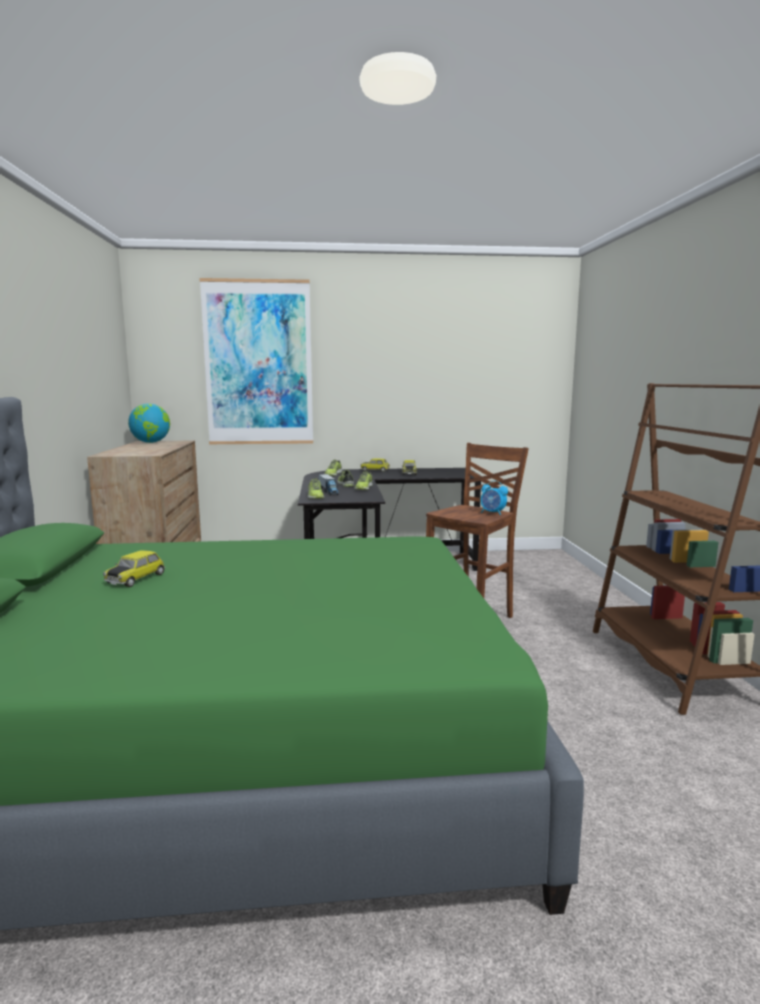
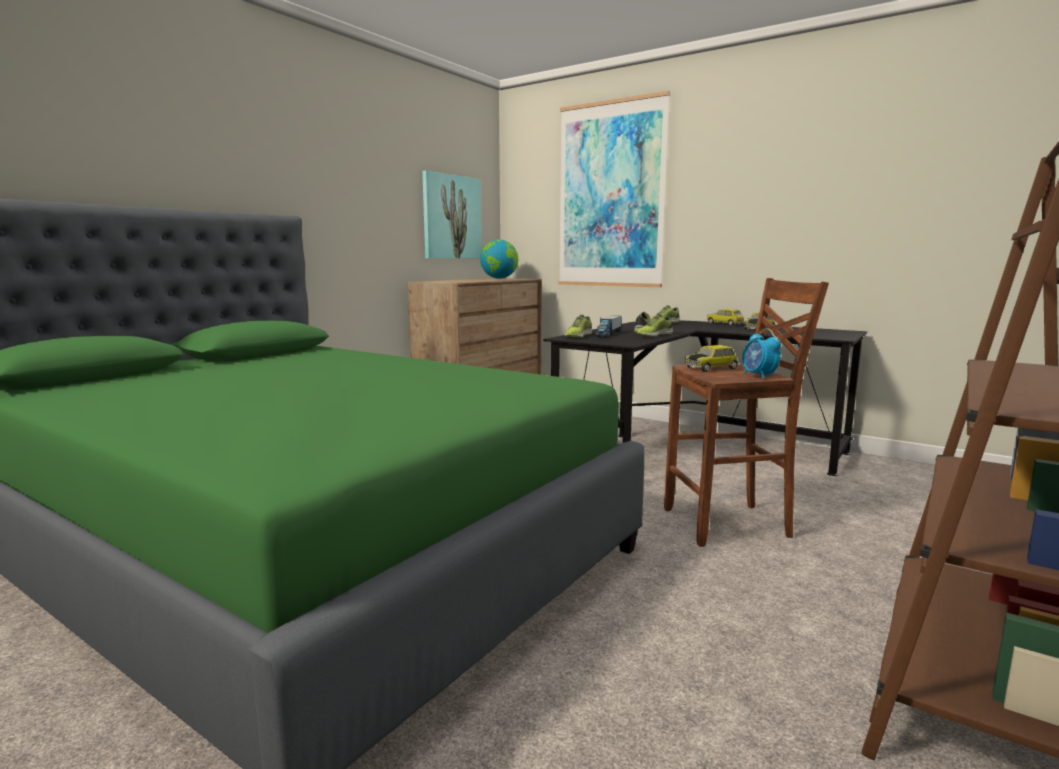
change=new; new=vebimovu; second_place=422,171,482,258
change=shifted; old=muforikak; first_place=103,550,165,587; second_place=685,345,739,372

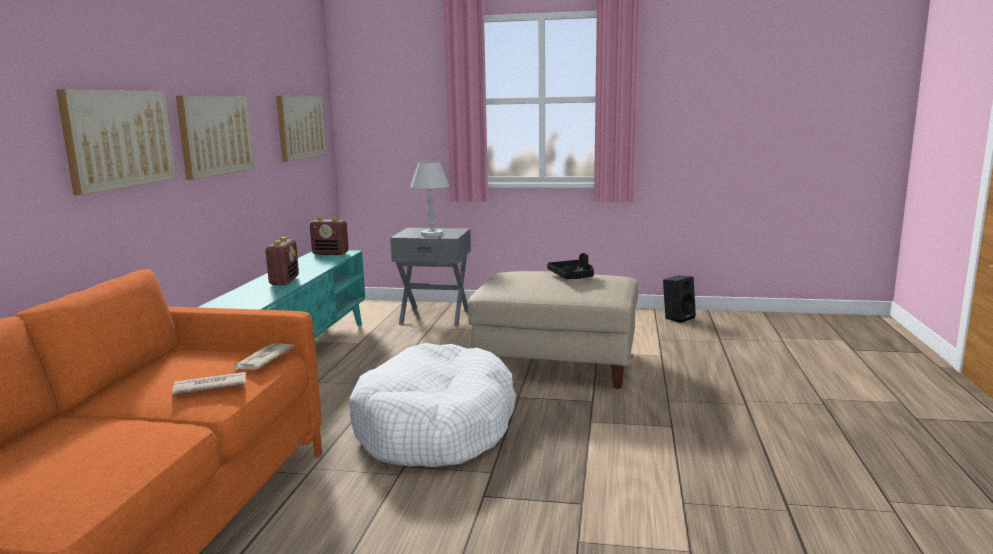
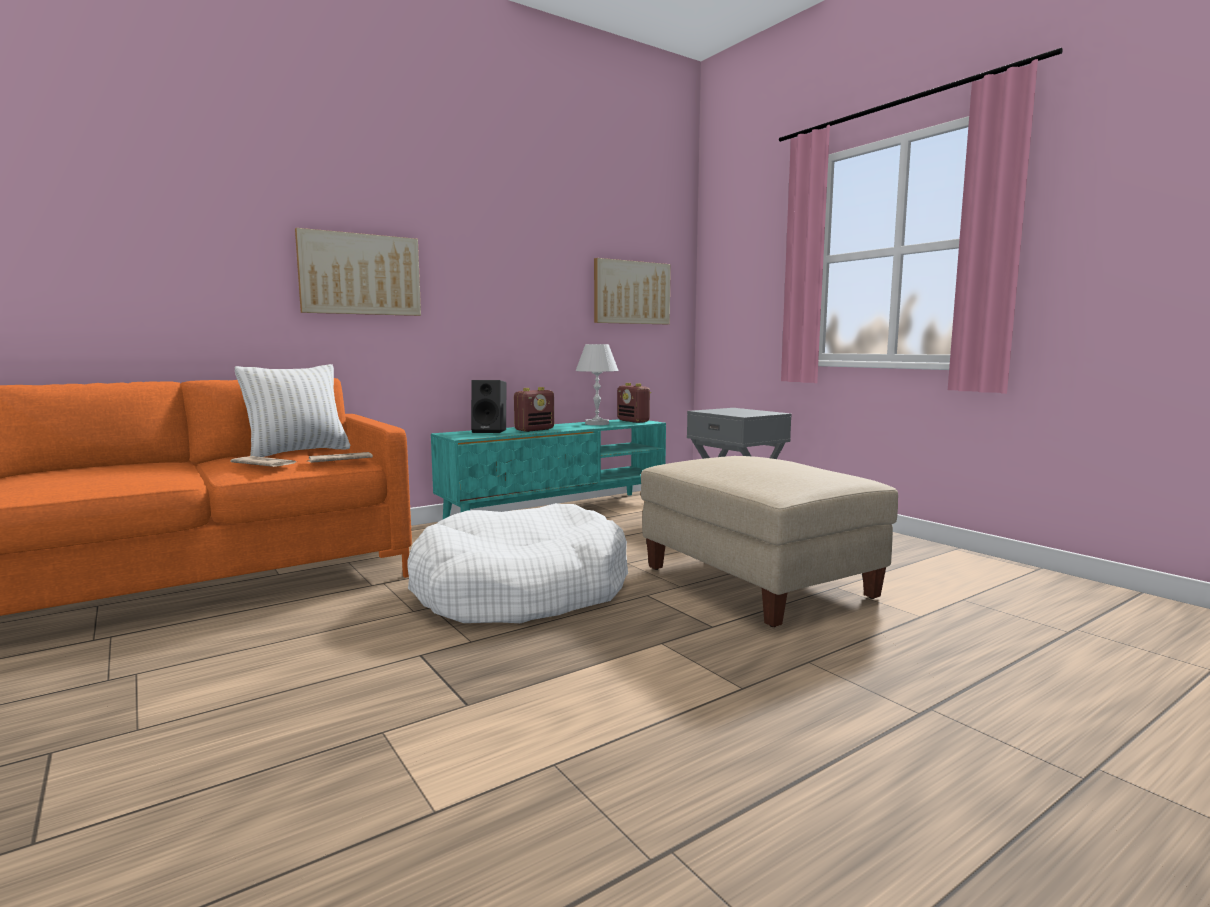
change=new; new=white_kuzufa; second_place=235,364,350,457
change=shifted; old=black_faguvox; first_place=663,276,696,323; second_place=471,380,507,433
change=shifted; old=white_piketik; first_place=410,161,450,237; second_place=576,344,619,425
change=gone; old=vebimovu; first_place=176,96,255,180
change=gone; old=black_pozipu; first_place=547,253,594,279

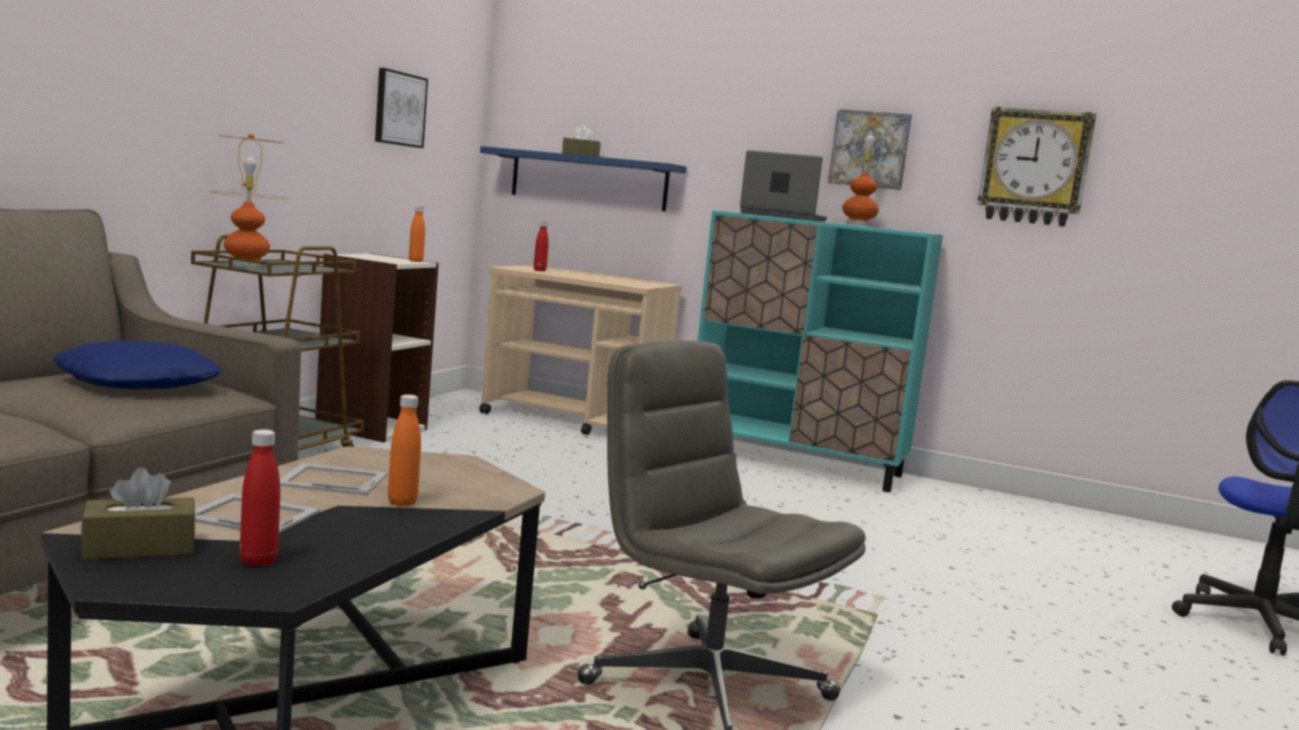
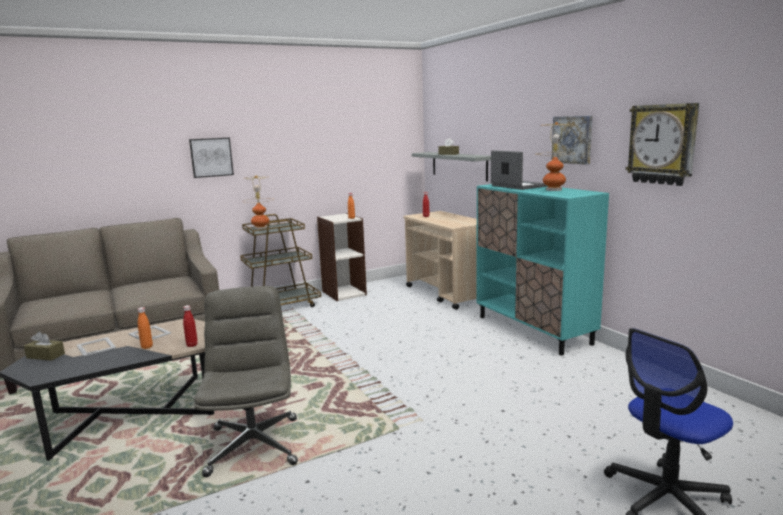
change=shifted; old=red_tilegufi; first_place=240,429,280,567; second_place=183,305,198,347
change=shifted; old=vebimovu; first_place=375,68,428,148; second_place=189,138,234,178
change=repainted; old=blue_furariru; new=grey_furariru; first_place=480,146,687,212; second_place=412,152,491,181
change=gone; old=blue_kuzufa; first_place=53,340,222,389

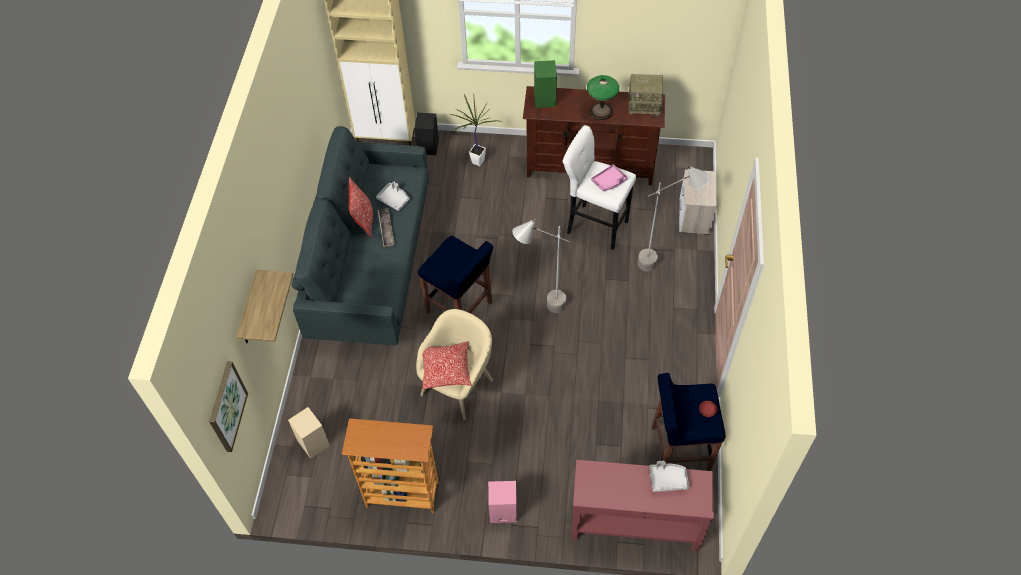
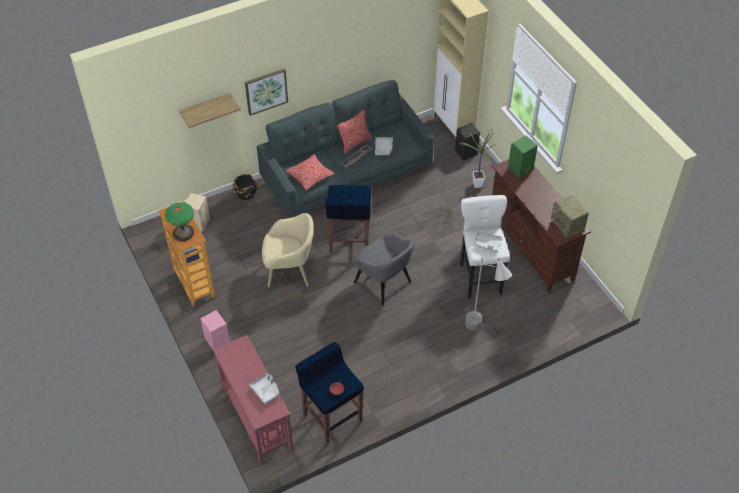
change=shifted; old=piketik; first_place=587,75,619,120; second_place=165,202,194,241
change=new; new=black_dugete; second_place=233,174,257,201
change=shifted; old=vebimovu; first_place=209,361,248,452; second_place=245,69,288,116
change=shifted; old=kuzufa; first_place=422,341,472,389; second_place=286,154,335,190
change=swapped; old=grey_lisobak; new=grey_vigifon; first_place=512,219,569,313; second_place=354,233,415,305
change=repainted; old=pink_pozipu; new=grey_pozipu; first_place=591,164,628,191; second_place=474,231,502,252
change=gone; old=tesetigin; first_place=679,169,717,235

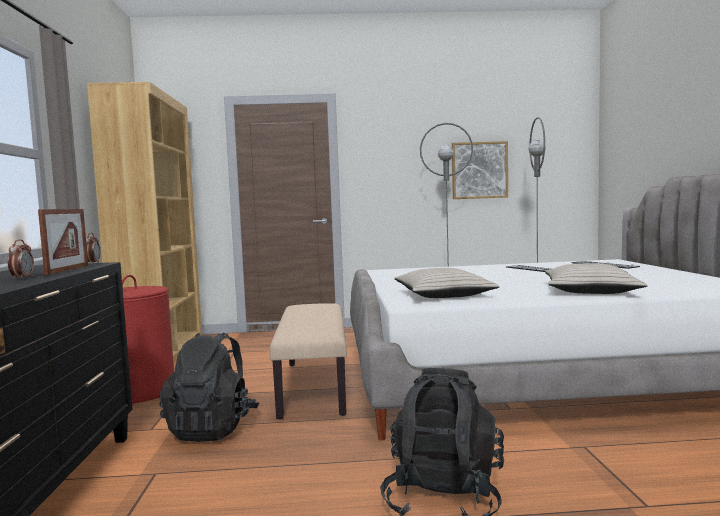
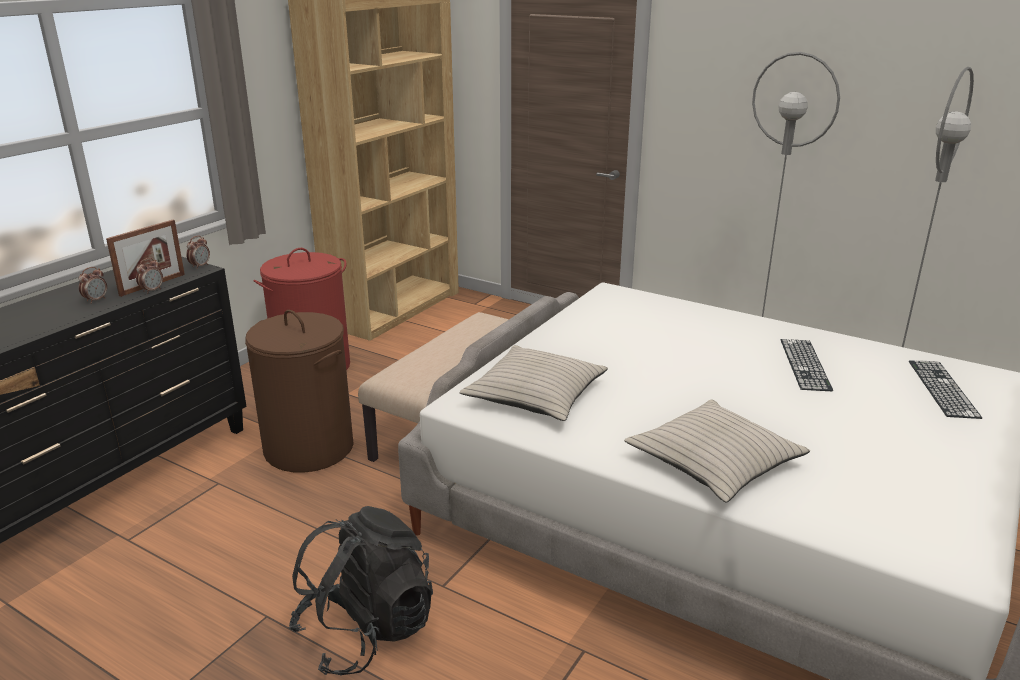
change=new; new=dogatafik; second_place=136,258,163,294
change=swapped; old=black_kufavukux; new=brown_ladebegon; first_place=159,333,259,442; second_place=245,310,354,473
change=gone; old=vebimovu; first_place=452,141,508,199

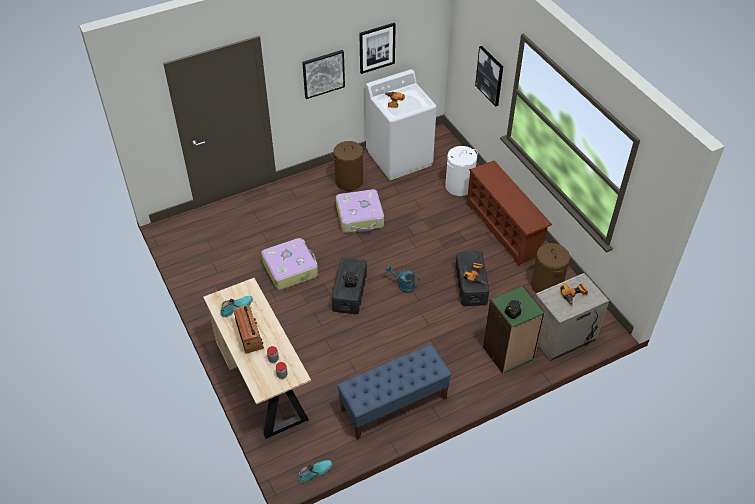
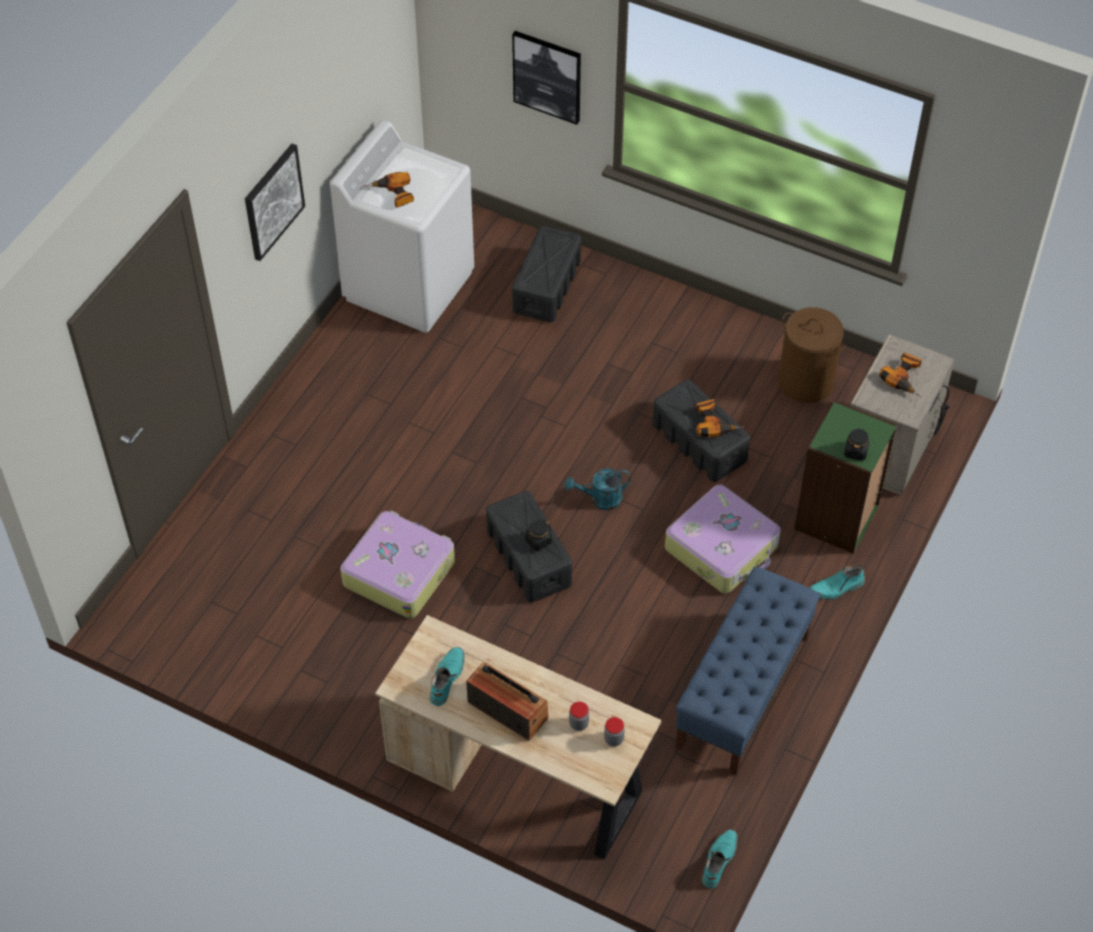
change=swapped; old=white_ladebegon; new=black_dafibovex; first_place=445,146,478,196; second_place=512,226,581,322
change=shifted; old=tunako; first_place=336,189,384,233; second_place=665,484,781,593
change=new; new=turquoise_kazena; second_place=809,564,865,599
change=gone; old=brown_ladebegon; first_place=331,141,366,191
change=gone; old=vebimovu; first_place=359,23,396,74
change=gone; old=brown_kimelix; first_place=467,161,552,266

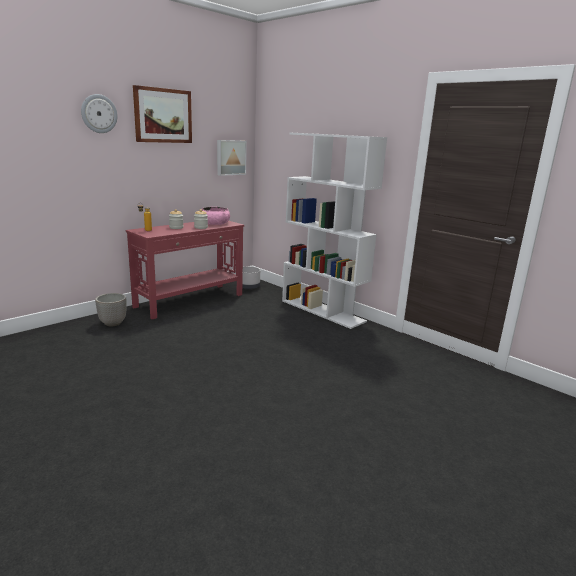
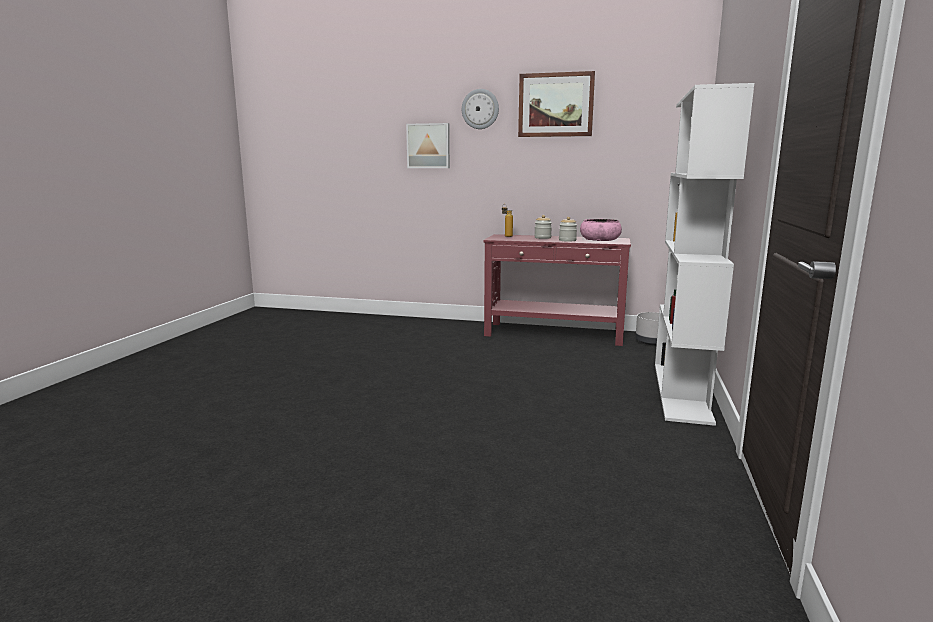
change=shifted; old=vebimovu; first_place=217,140,247,176; second_place=406,123,450,168
change=gone; old=dugete; first_place=95,293,126,327

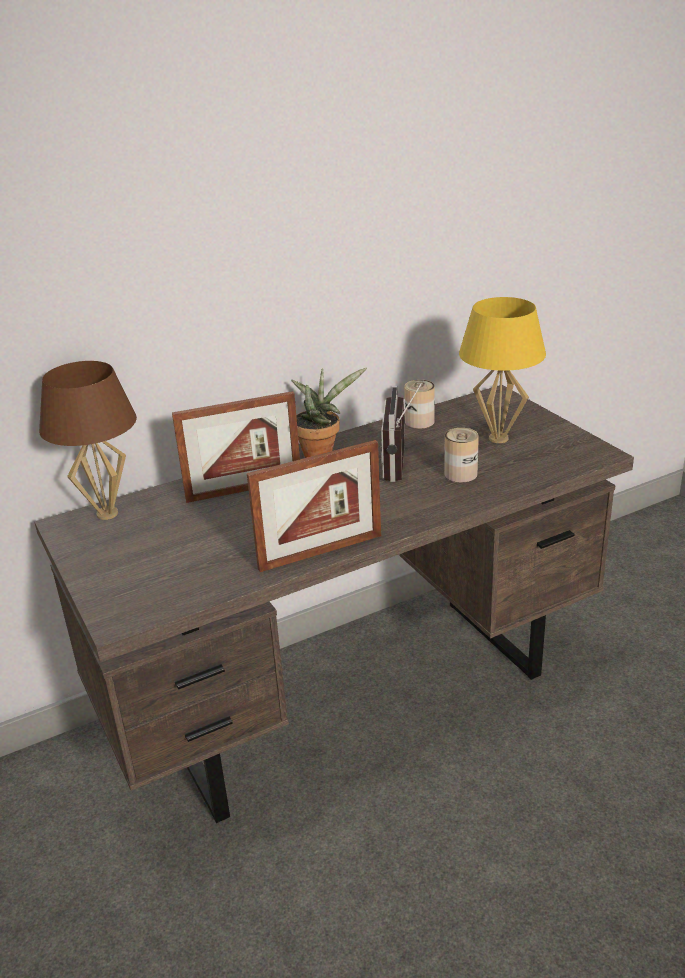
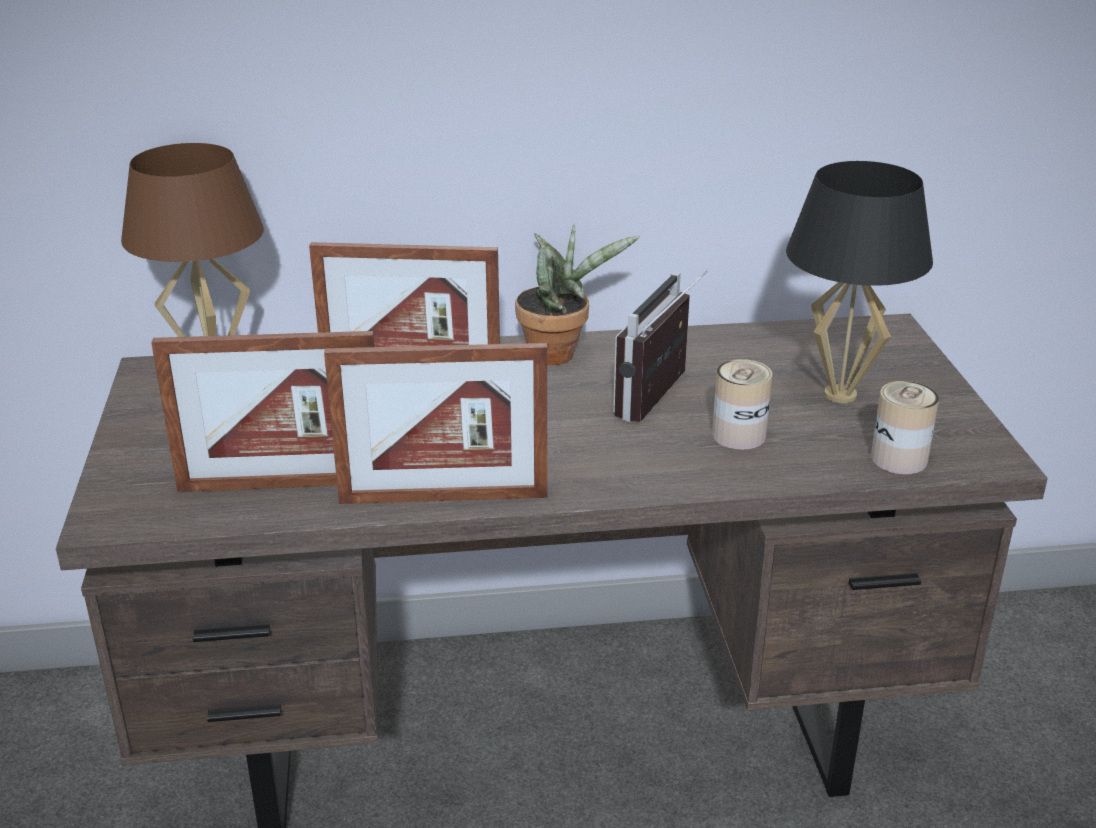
change=new; new=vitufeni; second_place=151,331,374,492
change=repainted; old=yellow_piketik; new=black_piketik; first_place=459,297,546,443; second_place=786,161,933,403
change=shifted; old=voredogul; first_place=404,380,434,429; second_place=871,381,939,474

